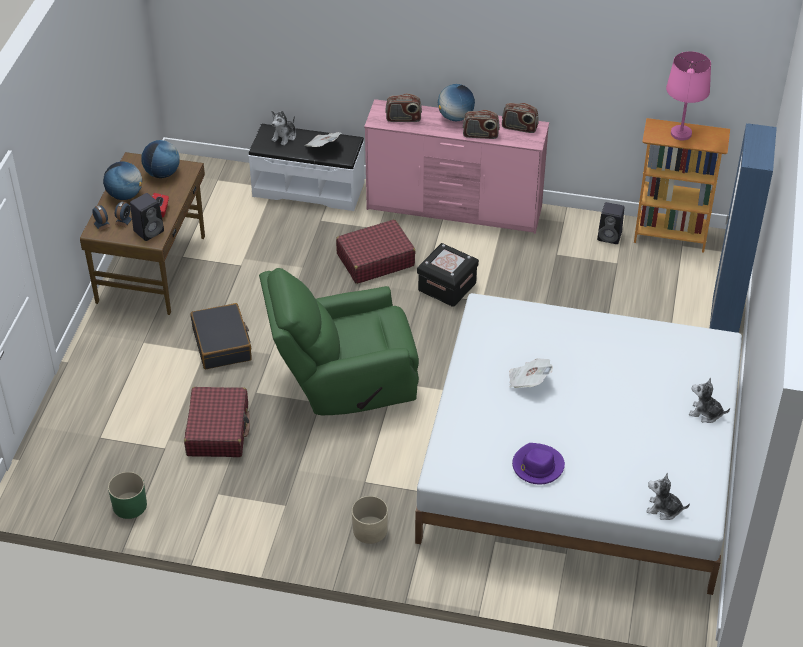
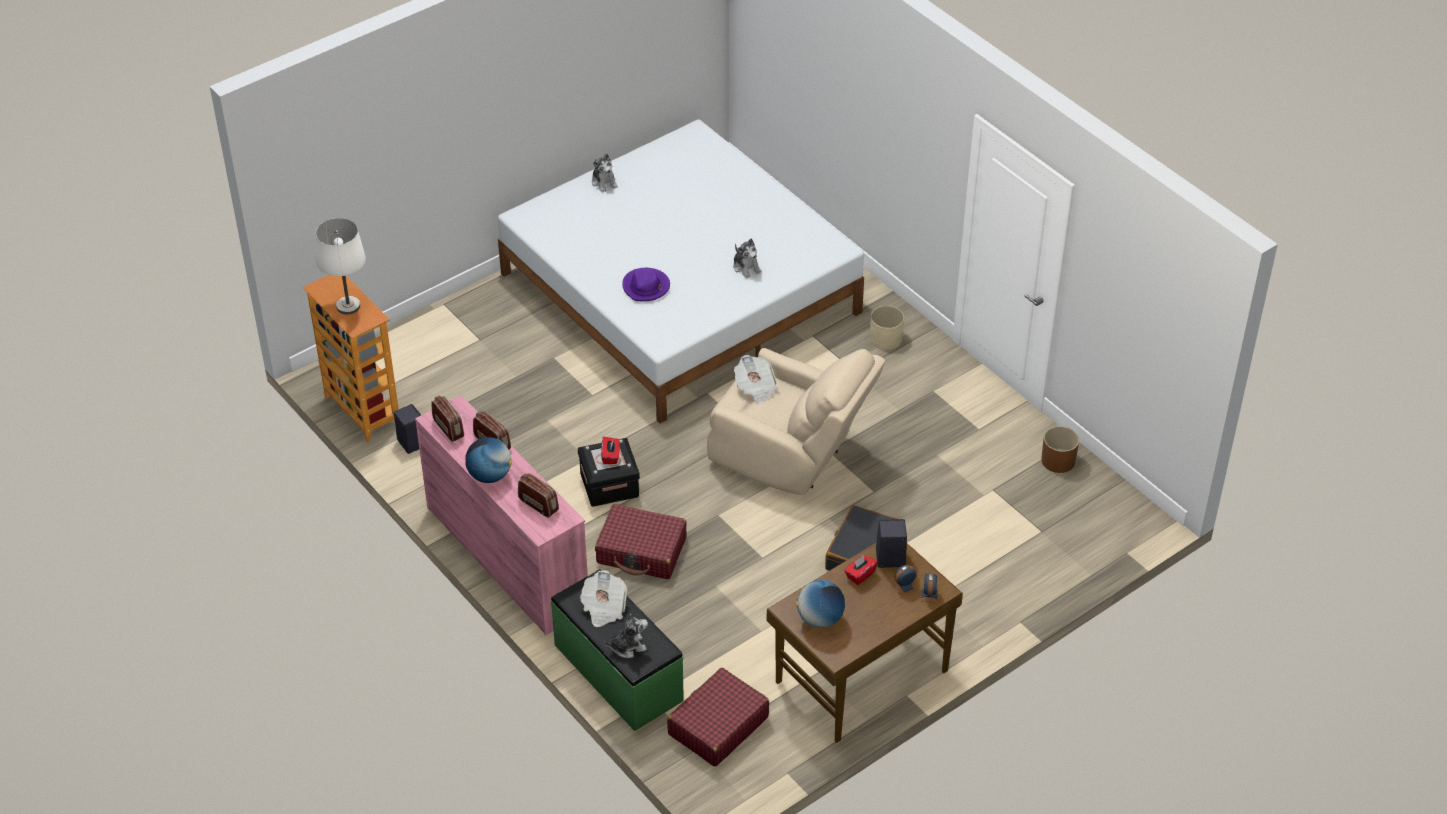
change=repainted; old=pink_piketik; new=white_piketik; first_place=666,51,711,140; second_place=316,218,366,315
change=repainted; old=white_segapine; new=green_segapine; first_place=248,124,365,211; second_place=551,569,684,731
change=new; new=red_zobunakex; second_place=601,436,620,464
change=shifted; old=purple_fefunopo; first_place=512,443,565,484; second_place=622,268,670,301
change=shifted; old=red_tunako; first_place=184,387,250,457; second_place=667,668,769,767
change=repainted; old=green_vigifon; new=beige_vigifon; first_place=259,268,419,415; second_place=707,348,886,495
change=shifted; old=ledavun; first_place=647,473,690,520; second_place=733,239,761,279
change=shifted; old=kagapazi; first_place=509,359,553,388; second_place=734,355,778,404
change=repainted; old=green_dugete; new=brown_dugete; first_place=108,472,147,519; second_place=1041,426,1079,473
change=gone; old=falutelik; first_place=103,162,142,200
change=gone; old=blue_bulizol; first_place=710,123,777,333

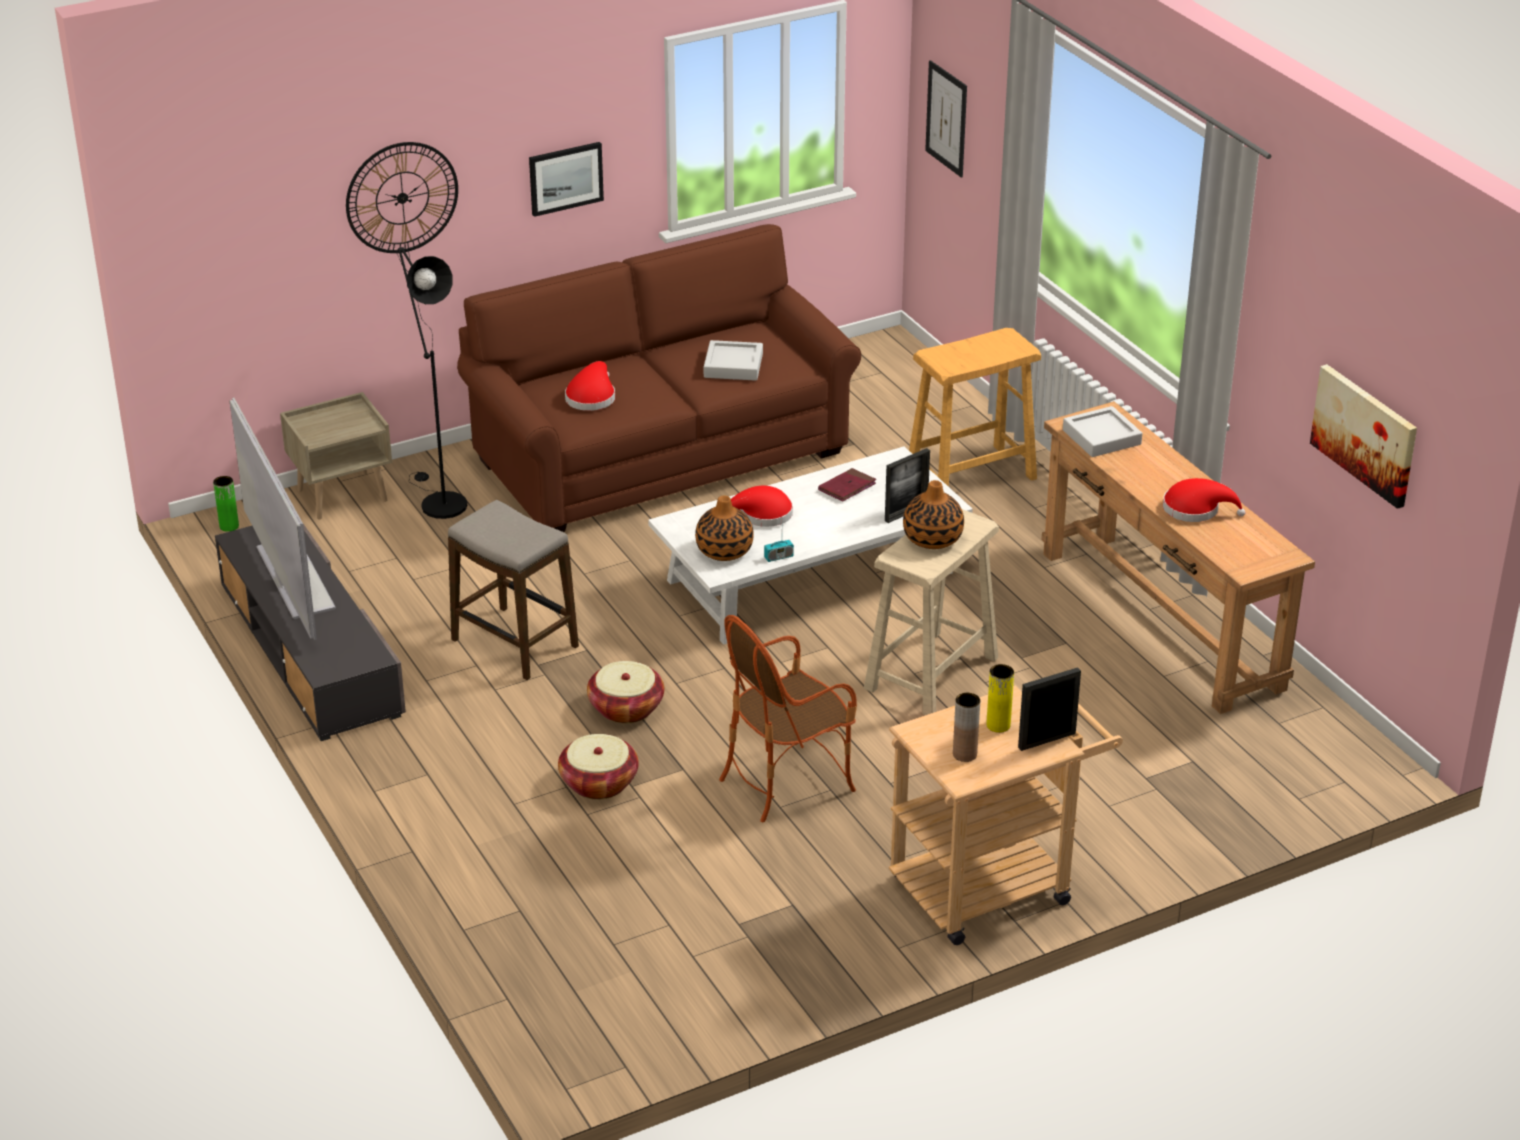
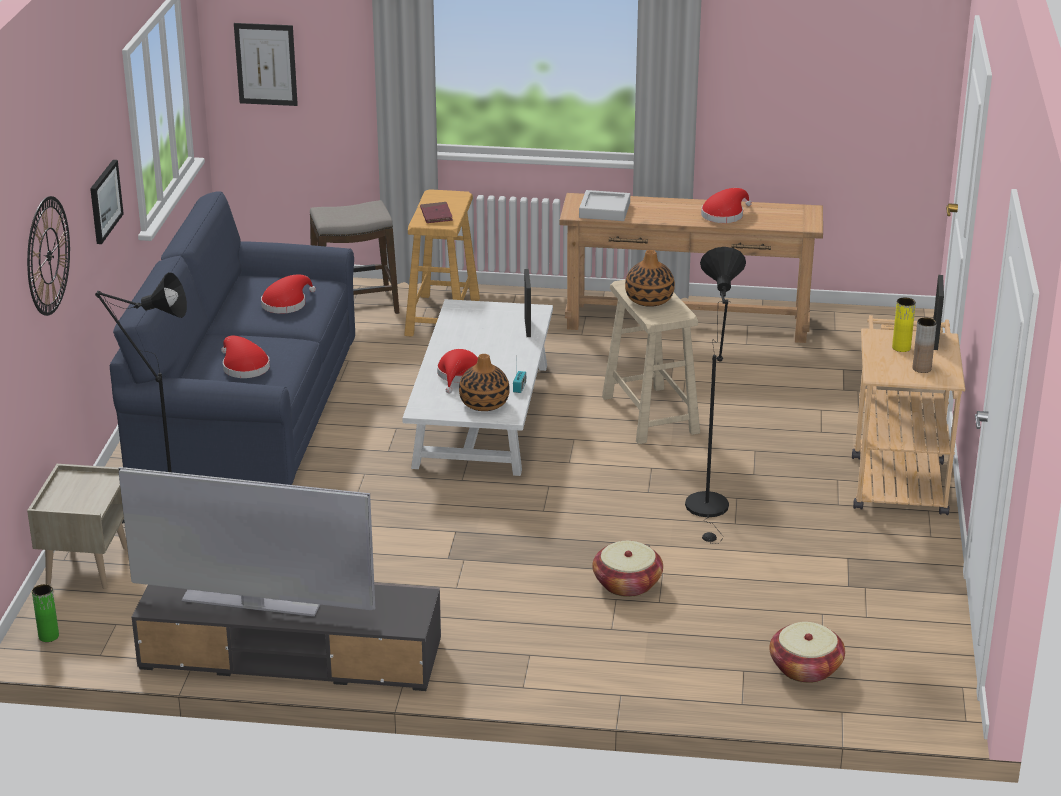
change=repainted; old=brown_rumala; new=blue_rumala; first_place=457,224,861,532; second_place=110,191,355,485
change=swapped; old=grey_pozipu; new=red_fefunopo; first_place=704,340,763,381; second_place=261,274,316,314
change=shifted; old=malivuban; first_place=448,500,579,680; second_place=310,200,399,314
change=shifted; old=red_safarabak; first_place=818,468,876,502; second_place=420,202,453,223
change=swapped; old=vigifon; new=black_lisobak; first_place=719,615,857,822; second_place=685,247,746,544
change=shifted; old=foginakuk; first_place=587,661,664,723; second_place=769,622,845,683
change=gone; old=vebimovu; first_place=1310,364,1417,509

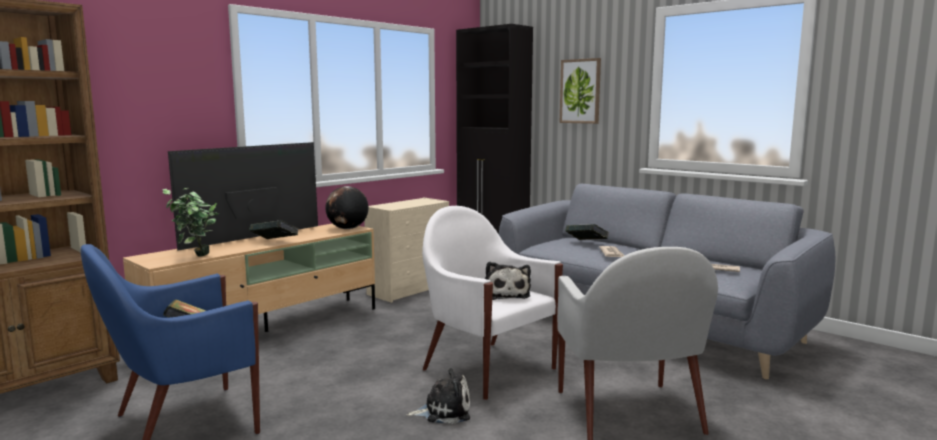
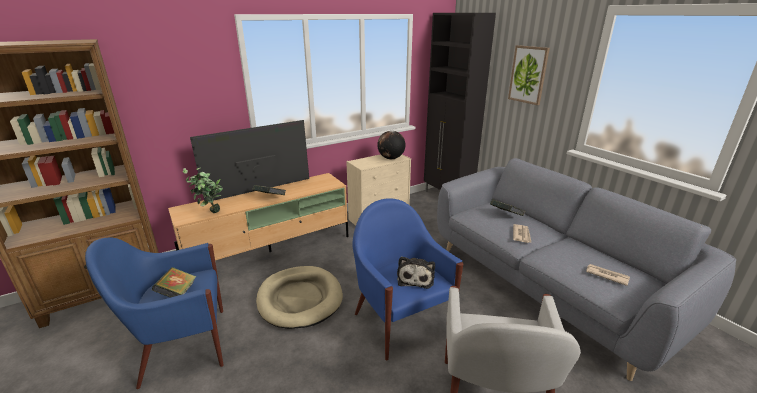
change=new; new=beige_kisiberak; second_place=256,266,343,329
change=repainted; old=white_vigifon; new=blue_vigifon; first_place=422,206,563,400; second_place=353,198,463,360
change=shifted; old=falutelik; first_place=325,186,369,229; second_place=377,131,406,159
change=gone; old=ledavun; first_place=406,368,470,424

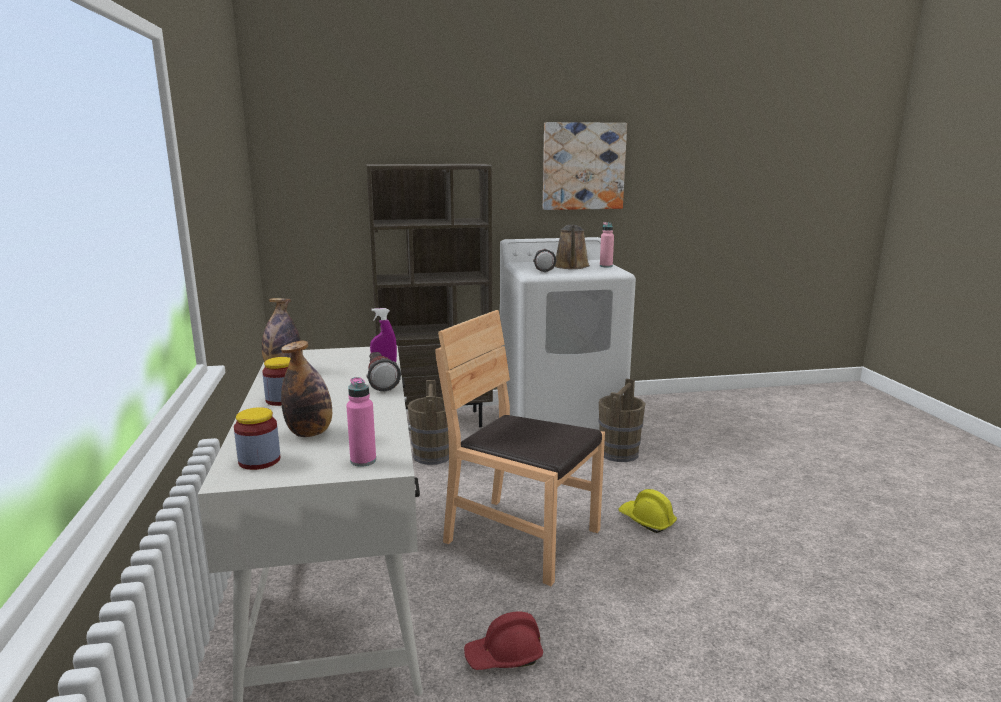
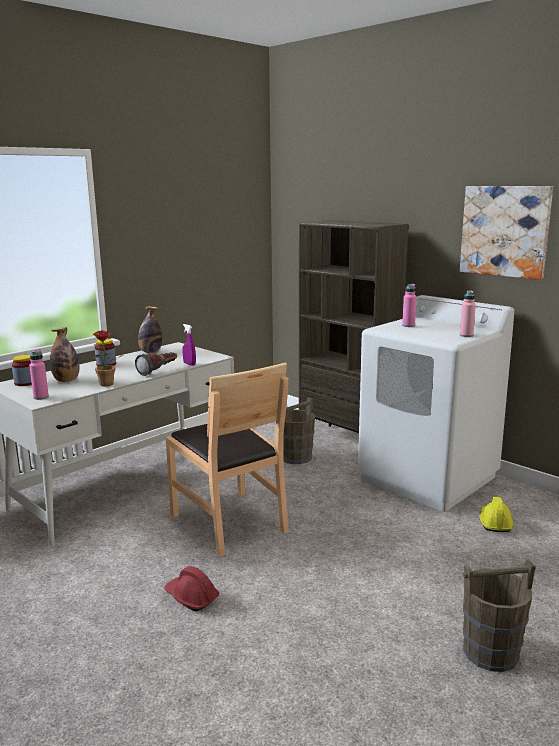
change=new; new=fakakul; second_place=91,330,123,386
change=shifted; old=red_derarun; first_place=464,612,543,670; second_place=164,566,219,611
change=rotated; old=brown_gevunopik; first_place=436,310,605,586; second_place=165,363,289,557; degrees=150
change=swapped; old=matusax; new=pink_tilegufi; first_place=533,249,557,272; second_place=402,284,416,327
change=shifted; old=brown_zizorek; first_place=598,378,646,462; second_place=463,559,536,672
change=shifted; old=yellow_derarun; first_place=618,489,677,533; second_place=479,497,514,532
change=gone; old=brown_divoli; first_place=555,225,590,269

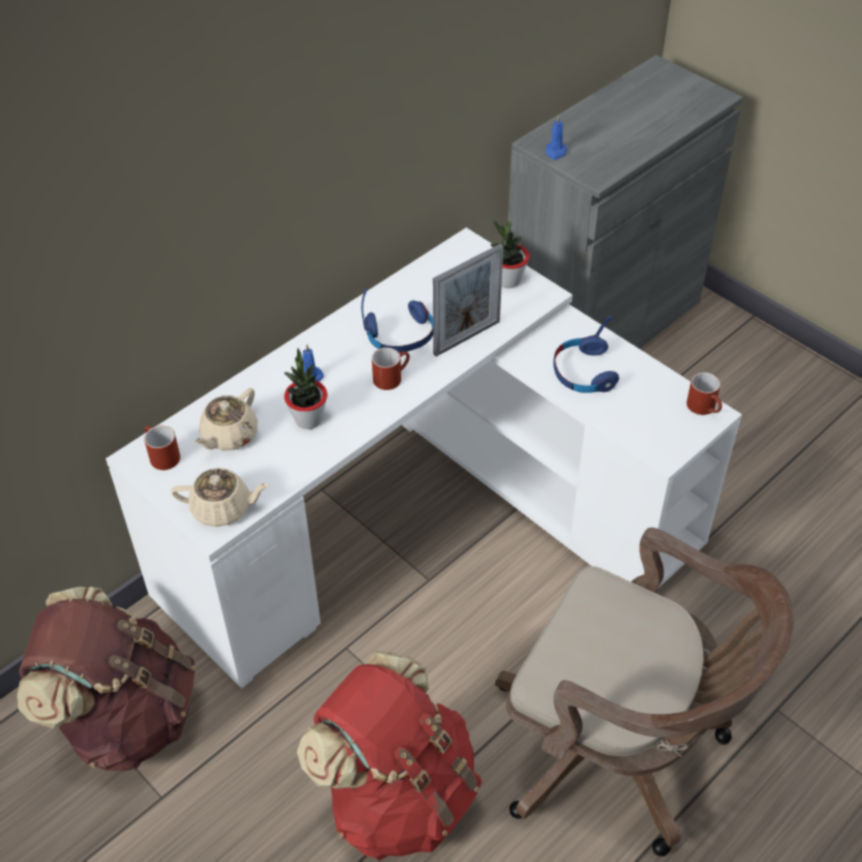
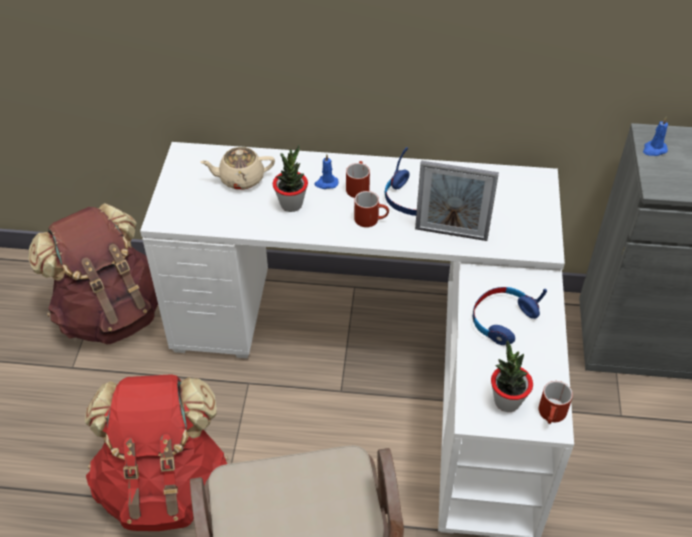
change=shifted; old=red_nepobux; first_place=144,426,180,470; second_place=346,161,370,198
change=shifted; old=fakakul; first_place=490,220,530,288; second_place=491,340,533,412
change=gone; old=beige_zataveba; first_place=171,468,269,527

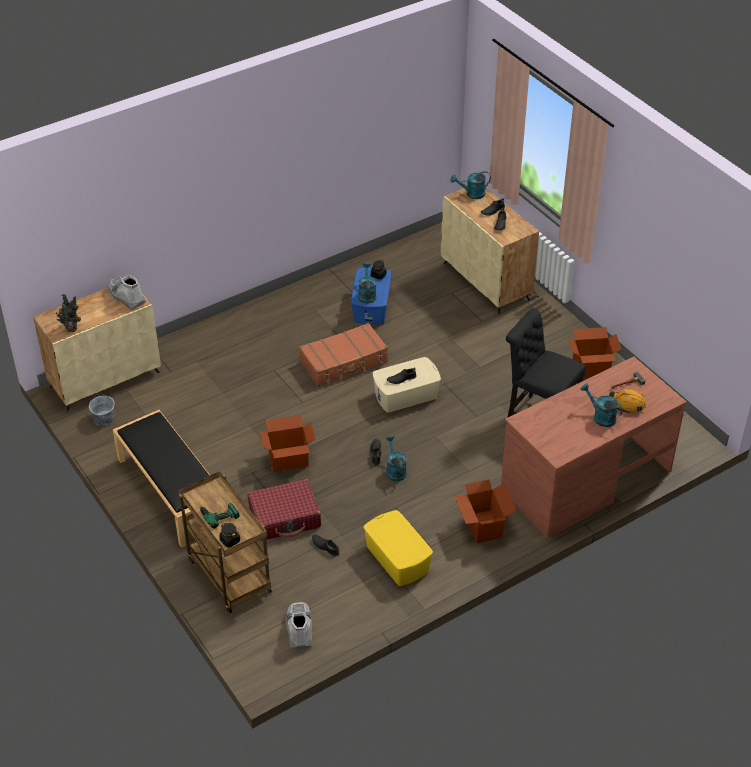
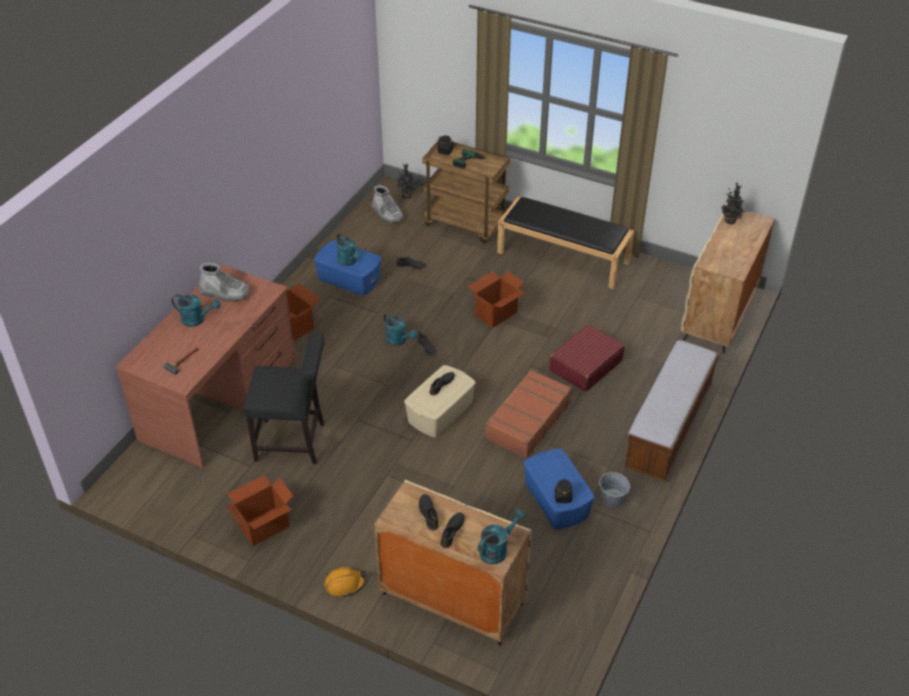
change=shifted; old=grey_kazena; first_place=107,275,146,310; second_place=199,263,250,302
change=repainted; old=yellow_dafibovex; new=blue_dafibovex; first_place=363,510,433,586; second_place=314,240,381,296
change=shifted; old=orange_derarun; first_place=609,389,646,413; second_place=324,567,366,597
change=shifted; old=turquoise_divoli; first_place=358,262,376,304; second_place=336,233,362,266
change=new; new=fakakul; second_place=394,164,421,199
change=shifted; old=red_tunako; first_place=248,479,321,541; second_place=549,324,625,392
change=shifted; old=grey_zizorek; first_place=89,394,115,425; second_place=599,472,630,507
change=new; new=segapine; second_place=624,340,719,482

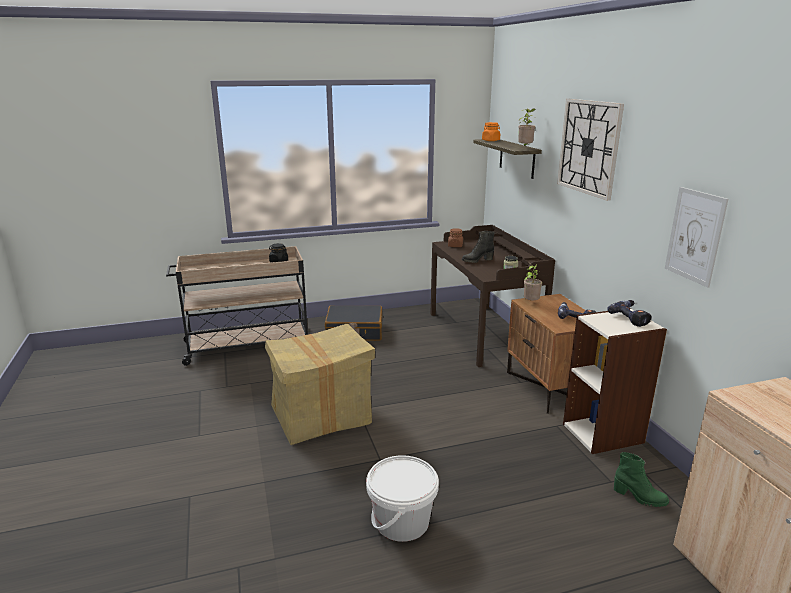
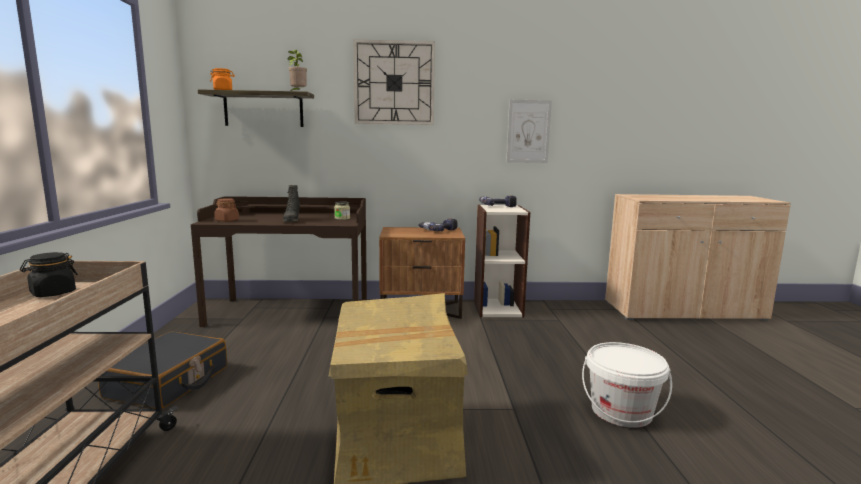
change=gone; old=fakakul; first_place=524,263,542,300
change=gone; old=green_kazena; first_place=614,452,669,507

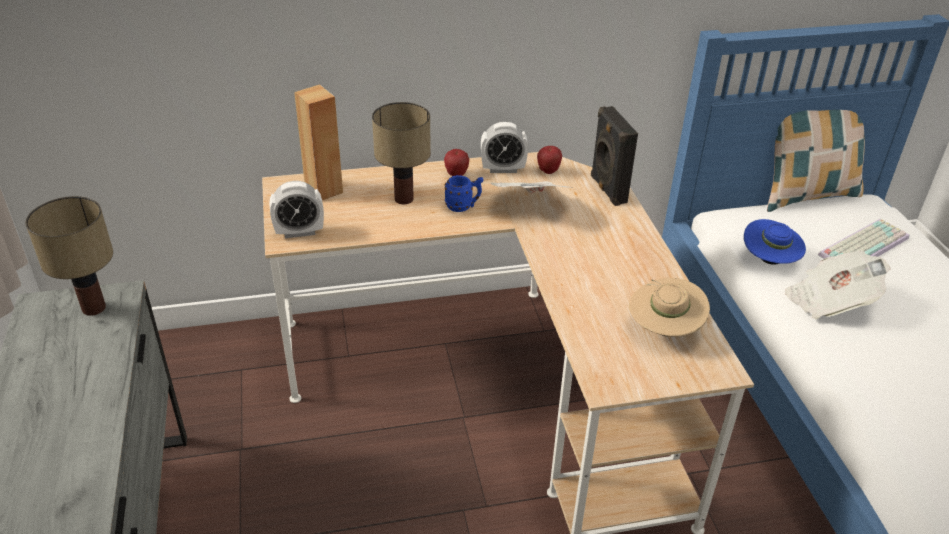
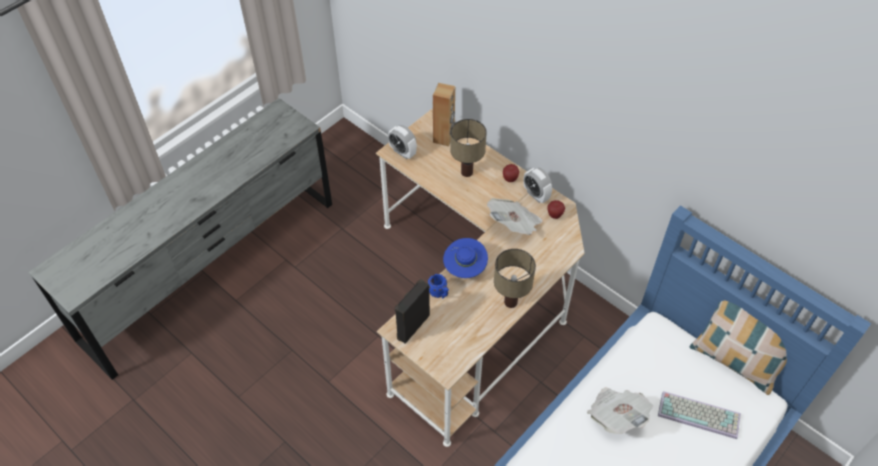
change=shifted; old=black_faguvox; first_place=591,106,638,206; second_place=395,279,430,344
change=shifted; old=blue_nepobux; first_place=445,175,483,212; second_place=427,274,449,299
change=shifted; old=blue_fefunopo; first_place=744,219,806,265; second_place=443,238,488,278
change=shifted; old=piketik; first_place=26,196,113,316; second_place=494,249,536,308
change=gone; old=beige_fefunopo; first_place=629,278,710,337

